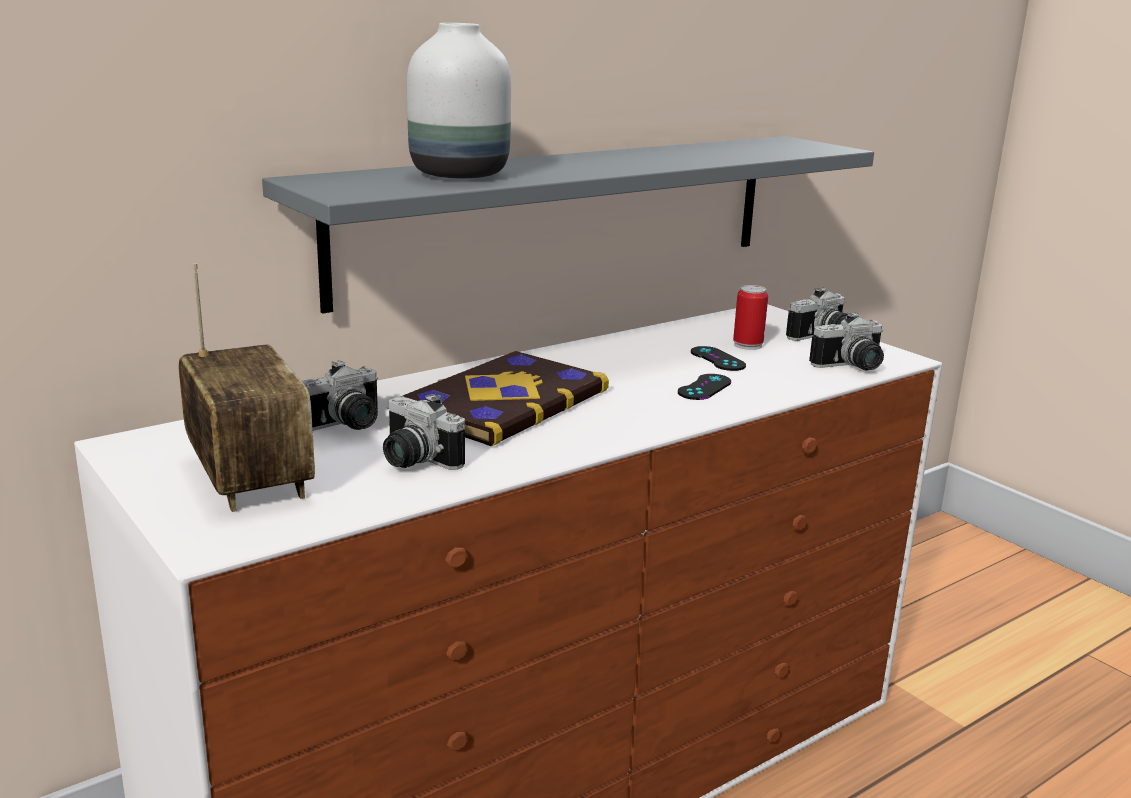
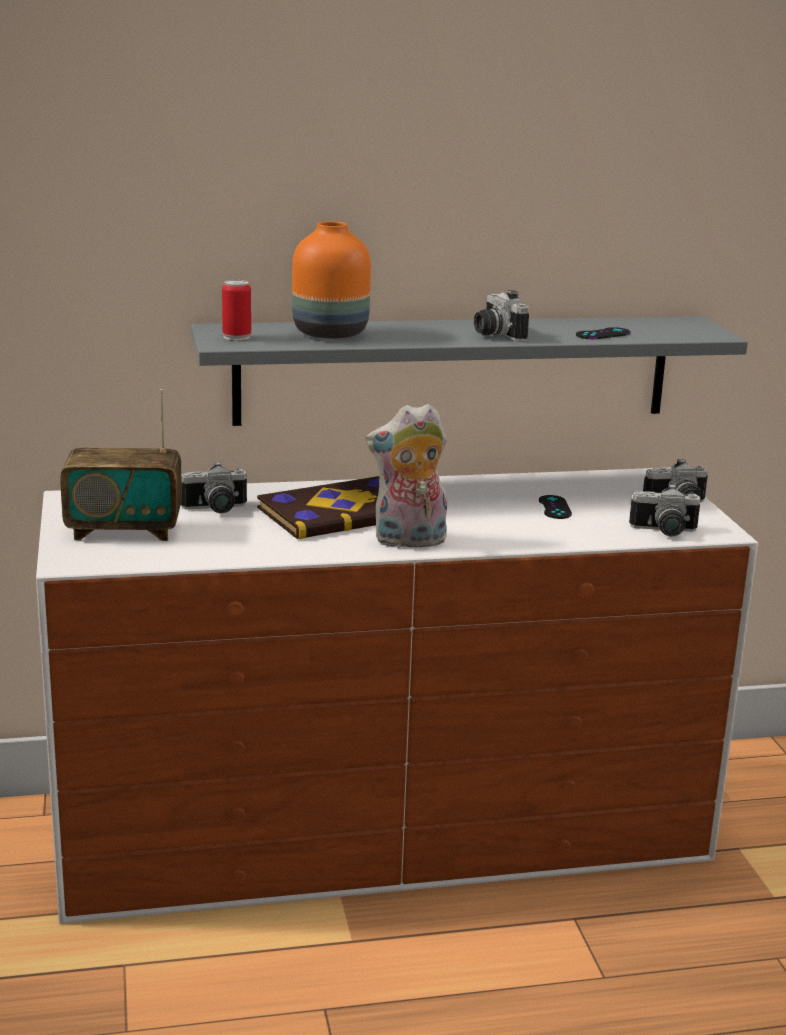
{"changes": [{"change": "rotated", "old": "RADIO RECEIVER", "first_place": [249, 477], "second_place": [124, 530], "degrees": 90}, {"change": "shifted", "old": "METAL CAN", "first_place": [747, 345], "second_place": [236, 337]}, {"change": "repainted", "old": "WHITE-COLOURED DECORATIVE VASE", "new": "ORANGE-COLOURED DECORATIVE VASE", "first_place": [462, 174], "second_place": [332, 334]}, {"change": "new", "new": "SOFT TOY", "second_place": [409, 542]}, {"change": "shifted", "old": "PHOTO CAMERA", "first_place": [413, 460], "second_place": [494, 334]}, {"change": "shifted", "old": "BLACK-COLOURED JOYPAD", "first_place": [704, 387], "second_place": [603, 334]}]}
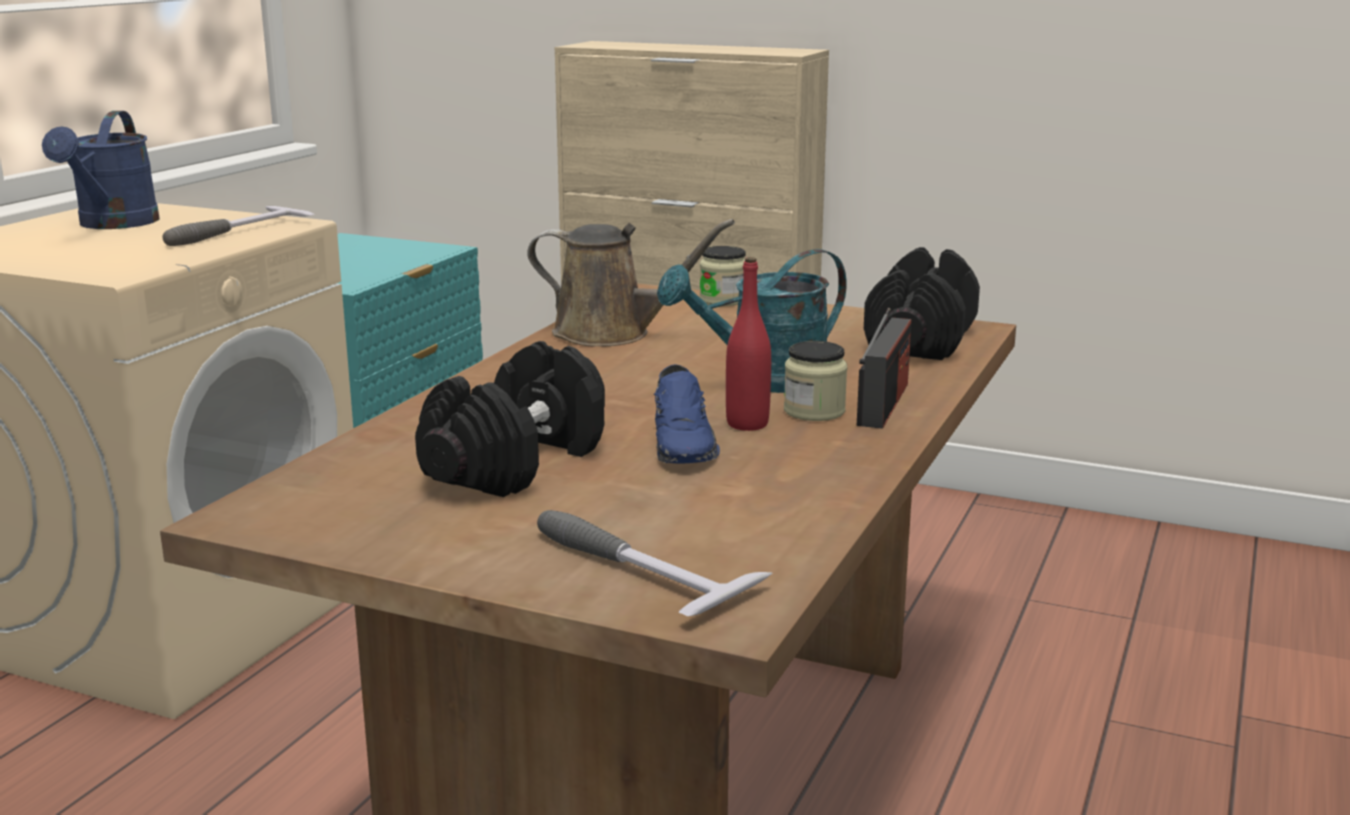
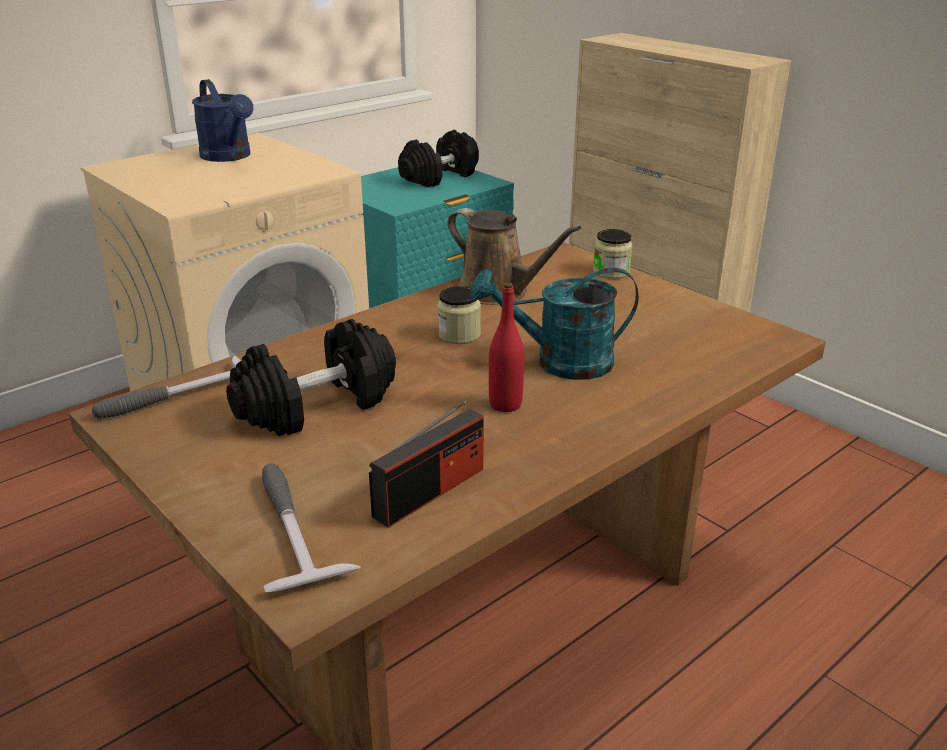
{"changes": [{"change": "shifted", "old": "HAND HAMMER", "first_place": [231, 232], "second_place": [174, 396]}, {"change": "rotated", "old": "BLUE SPRINKLING CAN", "first_place": [113, 224], "second_place": [229, 157], "degrees": -60}, {"change": "shifted", "old": "RADIO RECEIVER", "first_place": [883, 404], "second_place": [430, 492]}, {"change": "shifted", "old": "BLACK-COLOURED HAND WEIGHT", "first_place": [921, 340], "second_place": [439, 177]}, {"change": "shifted", "old": "JAR", "first_place": [814, 411], "second_place": [459, 335]}, {"change": "gone", "old": "BLUE LOW SHOE", "first_place": [685, 445]}]}
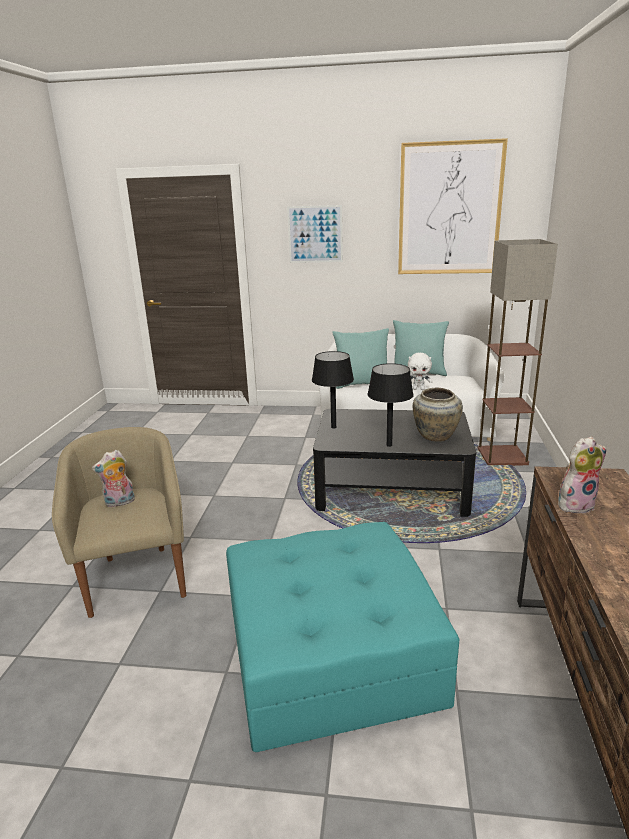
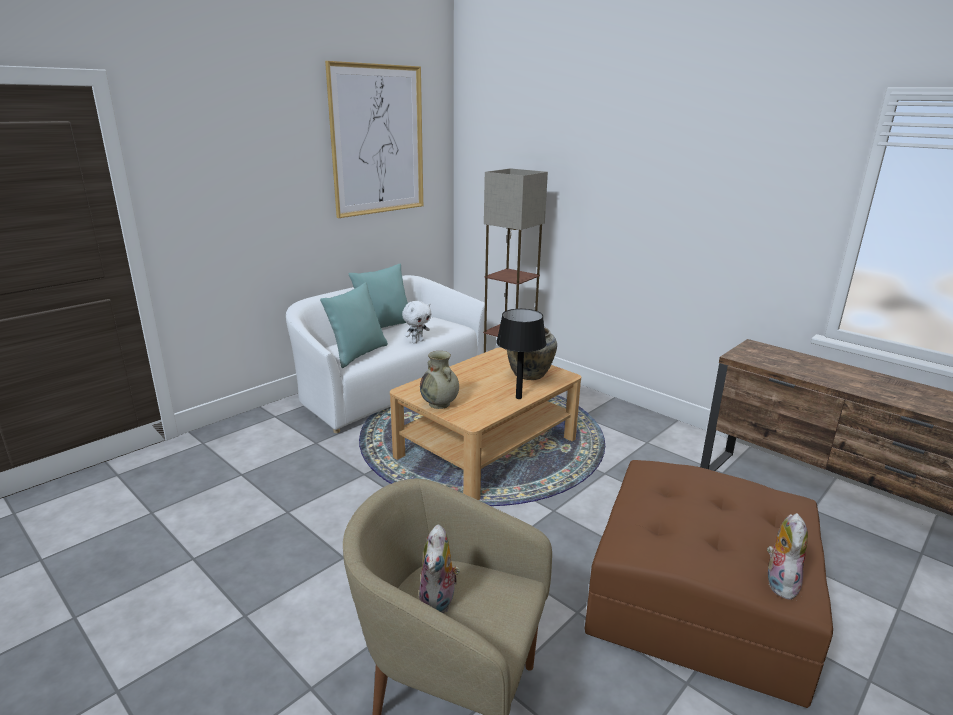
{"changes": [{"change": "repainted", "old": "BLACK-COLOURED COFFEE TABLE", "new": "BEIGE-COLOURED COFFEE TABLE", "first_place": [392, 487], "second_place": [486, 447]}, {"change": "swapped", "old": "BLACK-COLOURED TABLETOP LAMP", "new": "BEIGE-COLOURED DECORATIVE VASE", "first_place": [333, 427], "second_place": [440, 404]}, {"change": "repainted", "old": "BLUE-GREEN POUFFE", "new": "BROWN POUFFE", "first_place": [329, 652], "second_place": [699, 598]}, {"change": "shifted", "old": "SOFT TOY", "first_place": [575, 504], "second_place": [779, 582]}, {"change": "gone", "old": "WALL ART", "first_place": [315, 234]}]}
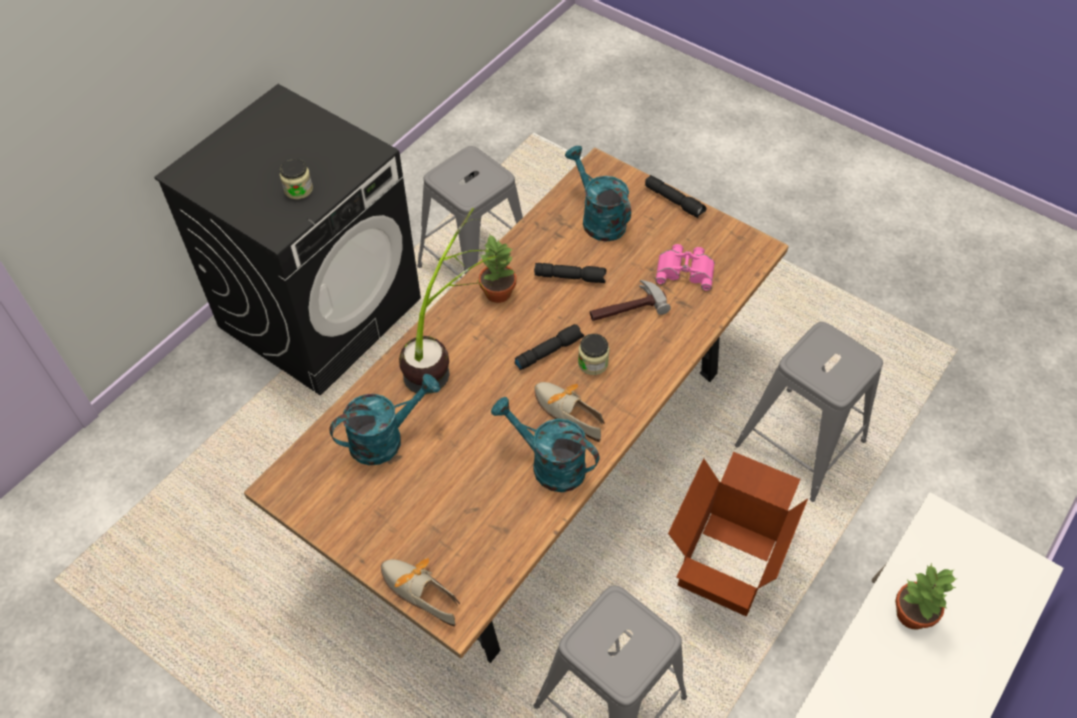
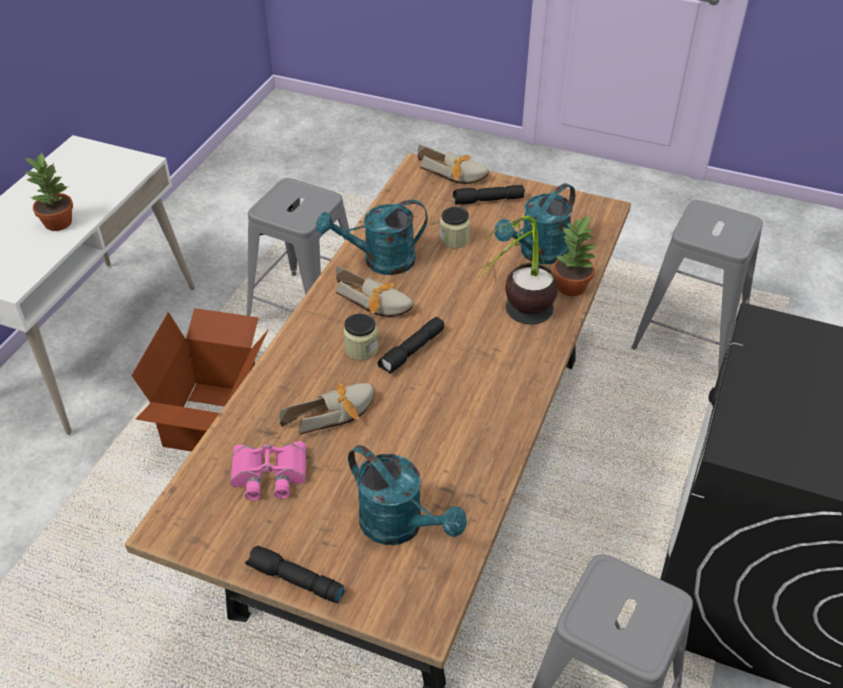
{"changes": [{"change": "swapped", "old": "HAND HAMMER", "new": "LOW SHOE", "first_place": [626, 307], "second_place": [336, 413]}, {"change": "rotated", "old": "BLUE-GREEN SPRINKLING CAN", "first_place": [549, 464], "second_place": [380, 261], "degrees": 150}, {"change": "shifted", "old": "JAR", "first_place": [298, 189], "second_place": [454, 239]}, {"change": "shifted", "old": "BLACK-COLOURED TORCH", "first_place": [570, 277], "second_place": [487, 201]}, {"change": "shifted", "old": "HOUSEPLANT", "first_place": [497, 292], "second_place": [572, 287]}, {"change": "shifted", "old": "GRAY SITTING STOOL", "first_place": [800, 442], "second_place": [689, 336]}]}
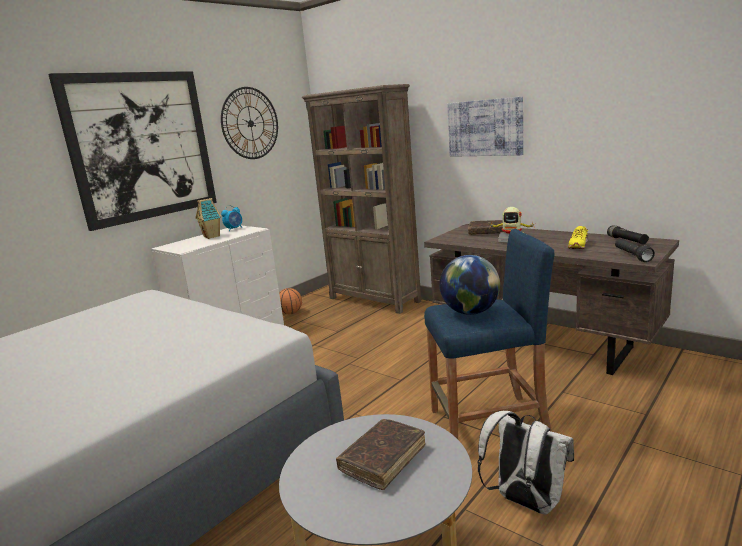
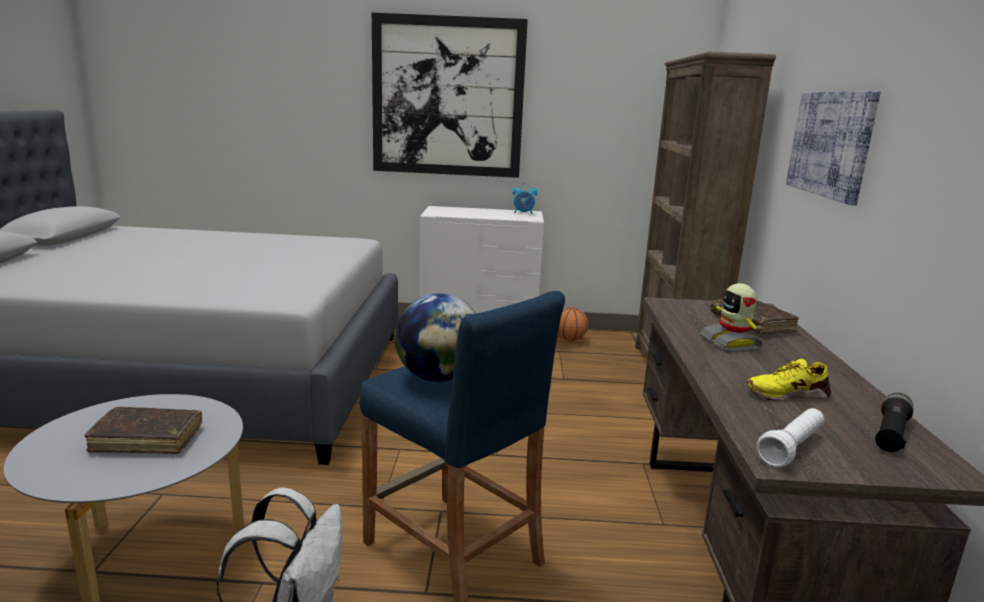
{"changes": [{"change": "repainted", "old": "BLACK-COLOURED TORCH", "new": "WHITE-COLOURED TORCH", "first_place": [632, 256], "second_place": [791, 448]}, {"change": "gone", "old": "TOY HOUSE", "first_place": [212, 236]}, {"change": "gone", "old": "HANGING CLOCK", "first_place": [250, 123]}]}
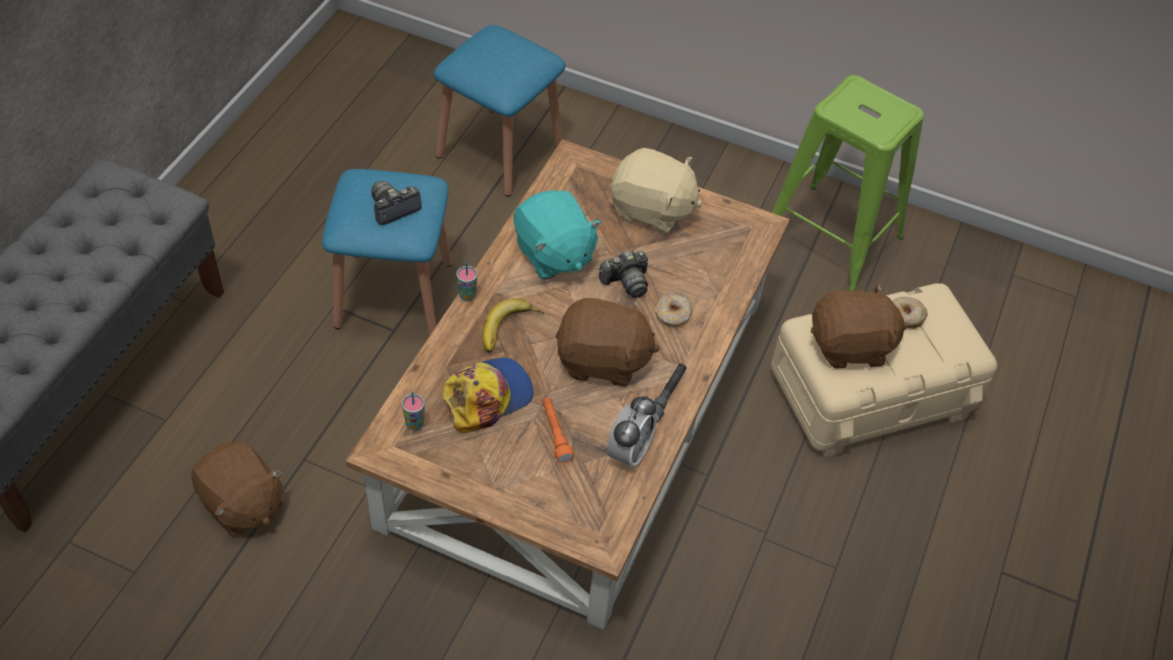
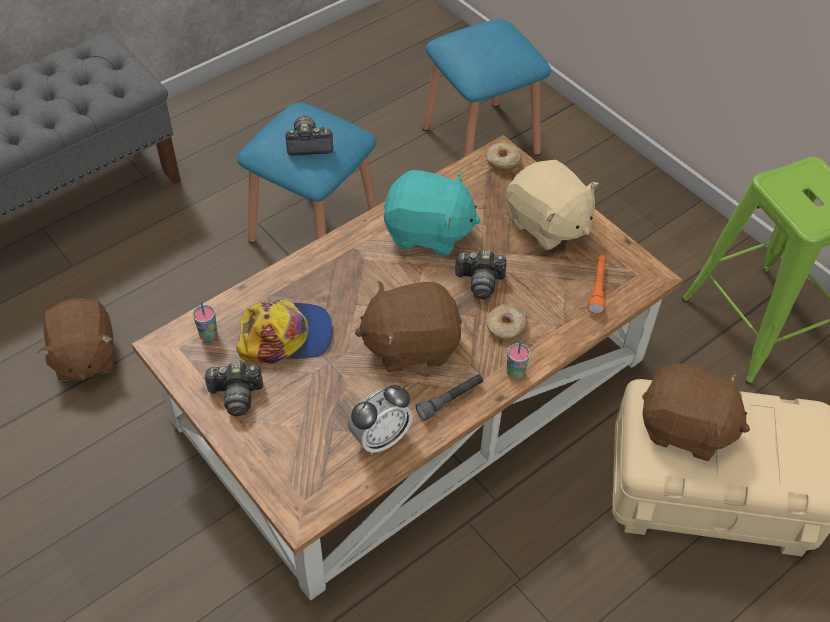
{"changes": [{"change": "new", "new": "PHOTO CAMERA", "second_place": [236, 395]}, {"change": "rotated", "old": "BROWN SOFT TOY", "first_place": [602, 361], "second_place": [410, 344], "degrees": 135}, {"change": "rotated", "old": "BLUE-GREEN SOFT TOY", "first_place": [553, 254], "second_place": [428, 232], "degrees": -75}, {"change": "shifted", "old": "RING DOUGHNUT", "first_place": [905, 317], "second_place": [503, 162]}, {"change": "shifted", "old": "CUP", "first_place": [467, 295], "second_place": [515, 373]}, {"change": "shifted", "old": "ORANGE-COLOURED TORCH", "first_place": [555, 433], "second_place": [597, 288]}, {"change": "gone", "old": "BANANA FRUIT", "first_place": [510, 330]}]}
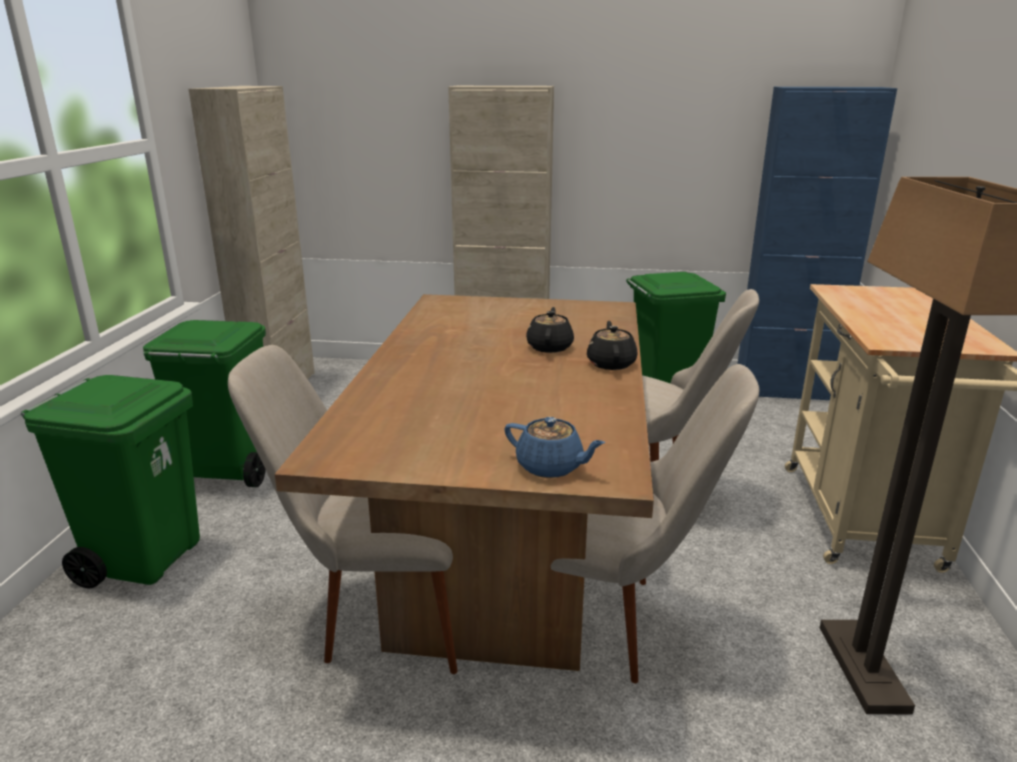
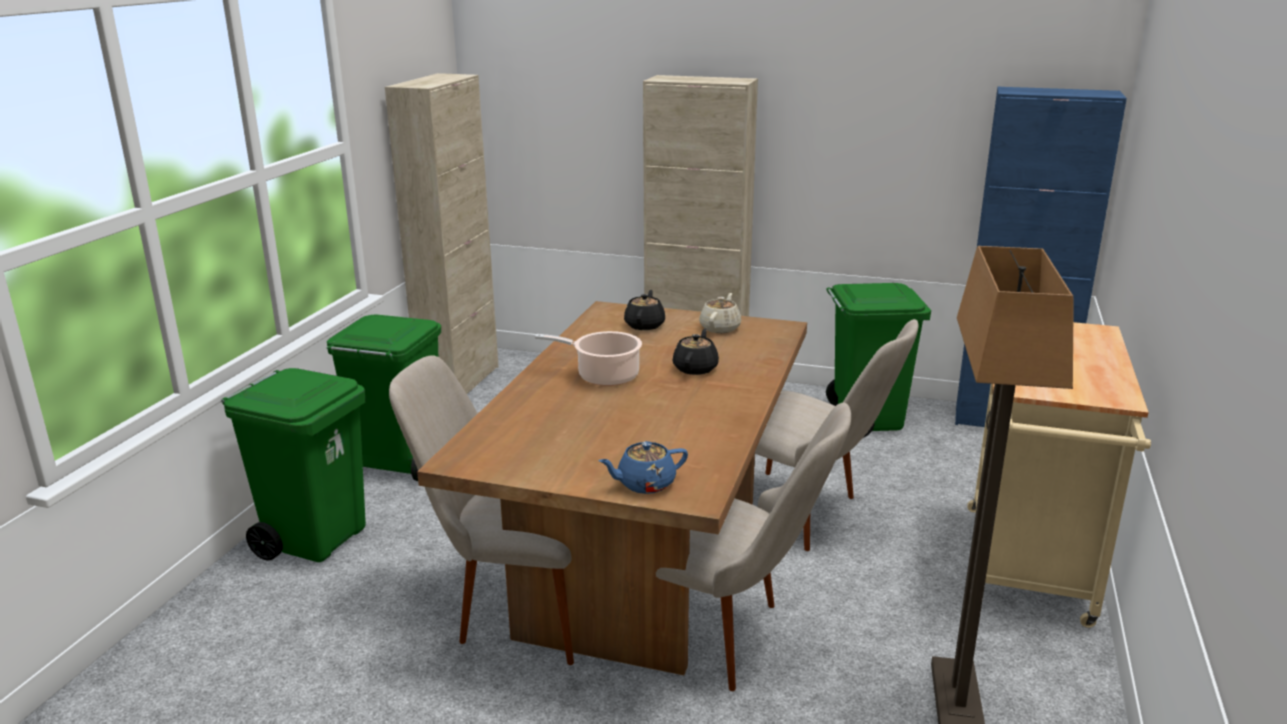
{"changes": [{"change": "new", "new": "SAUCEPOT", "second_place": [603, 376]}, {"change": "rotated", "old": "BLUE TEAPOT", "first_place": [551, 467], "second_place": [645, 484], "degrees": 120}, {"change": "shifted", "old": "BLACK-COLOURED TEAPOT", "first_place": [611, 363], "second_place": [645, 325]}, {"change": "new", "new": "BEIGE-COLOURED TEAPOT", "second_place": [720, 328]}]}
